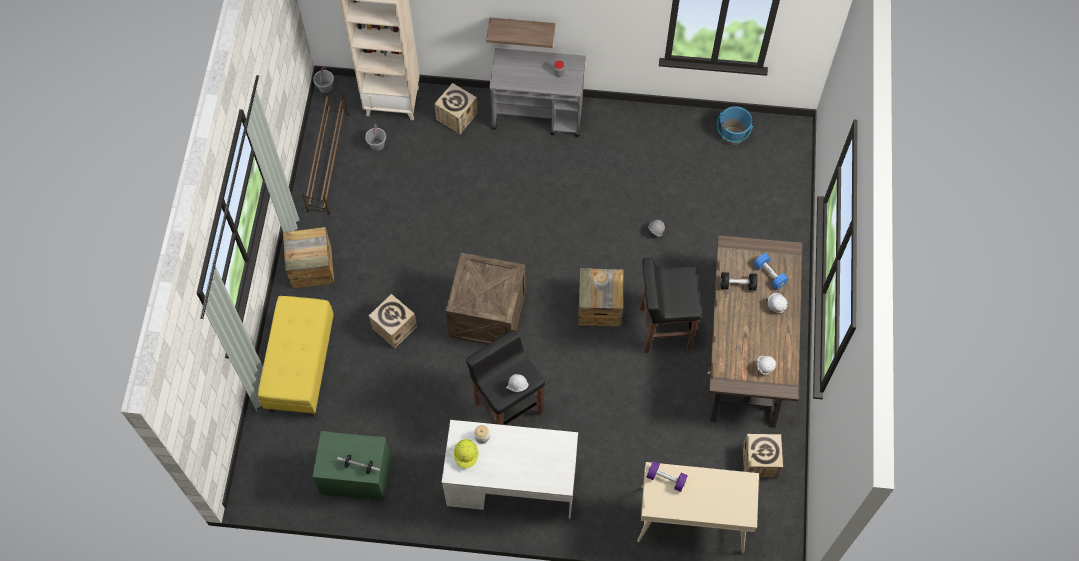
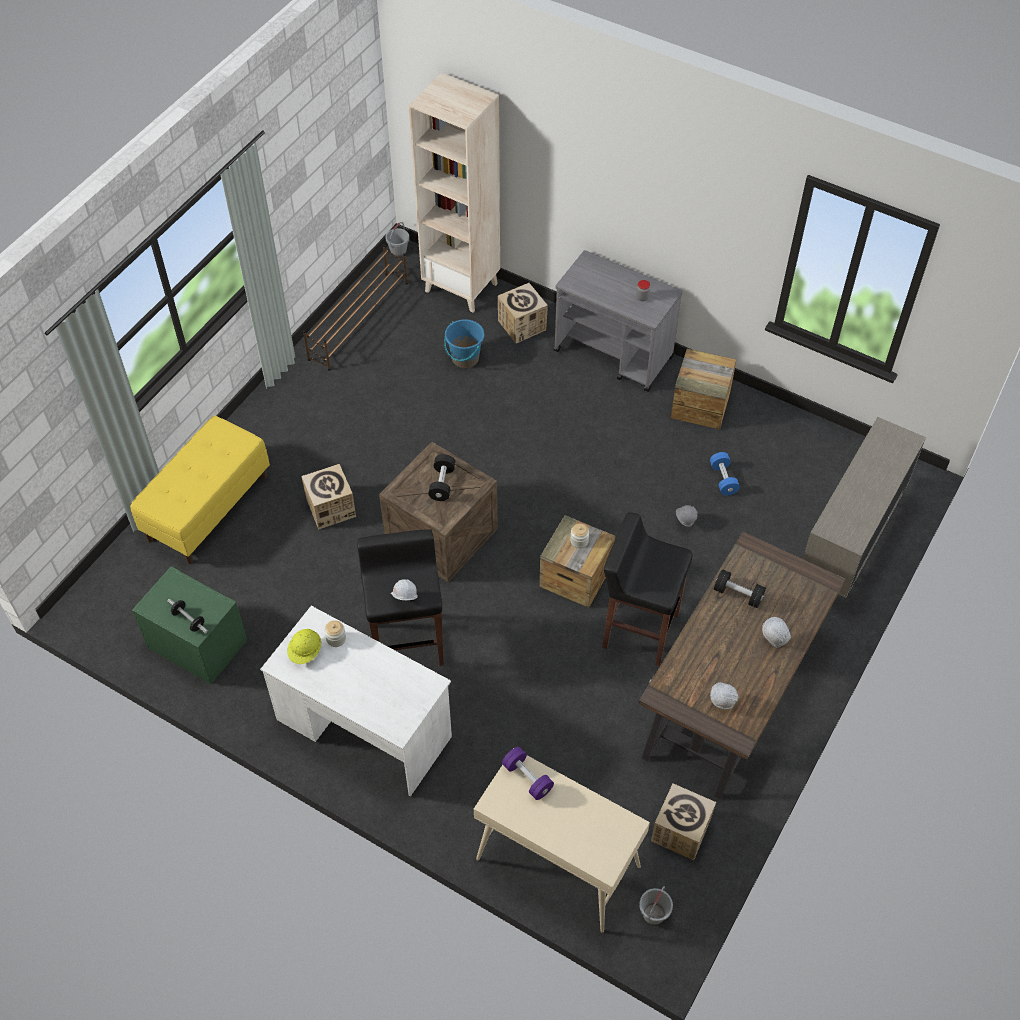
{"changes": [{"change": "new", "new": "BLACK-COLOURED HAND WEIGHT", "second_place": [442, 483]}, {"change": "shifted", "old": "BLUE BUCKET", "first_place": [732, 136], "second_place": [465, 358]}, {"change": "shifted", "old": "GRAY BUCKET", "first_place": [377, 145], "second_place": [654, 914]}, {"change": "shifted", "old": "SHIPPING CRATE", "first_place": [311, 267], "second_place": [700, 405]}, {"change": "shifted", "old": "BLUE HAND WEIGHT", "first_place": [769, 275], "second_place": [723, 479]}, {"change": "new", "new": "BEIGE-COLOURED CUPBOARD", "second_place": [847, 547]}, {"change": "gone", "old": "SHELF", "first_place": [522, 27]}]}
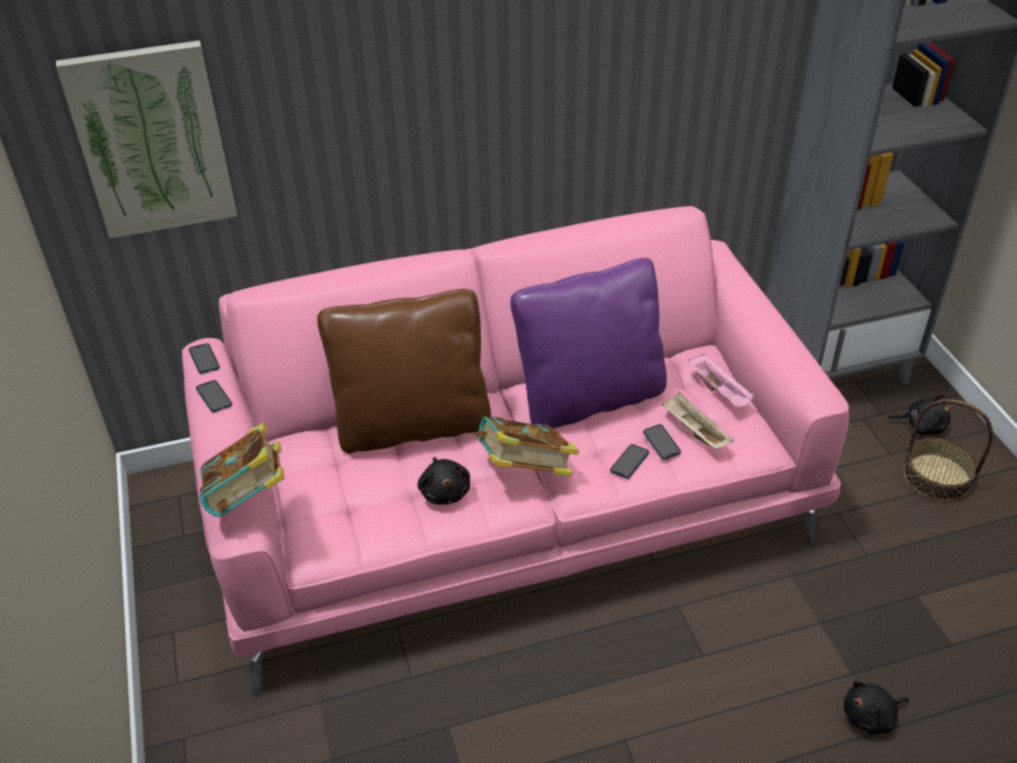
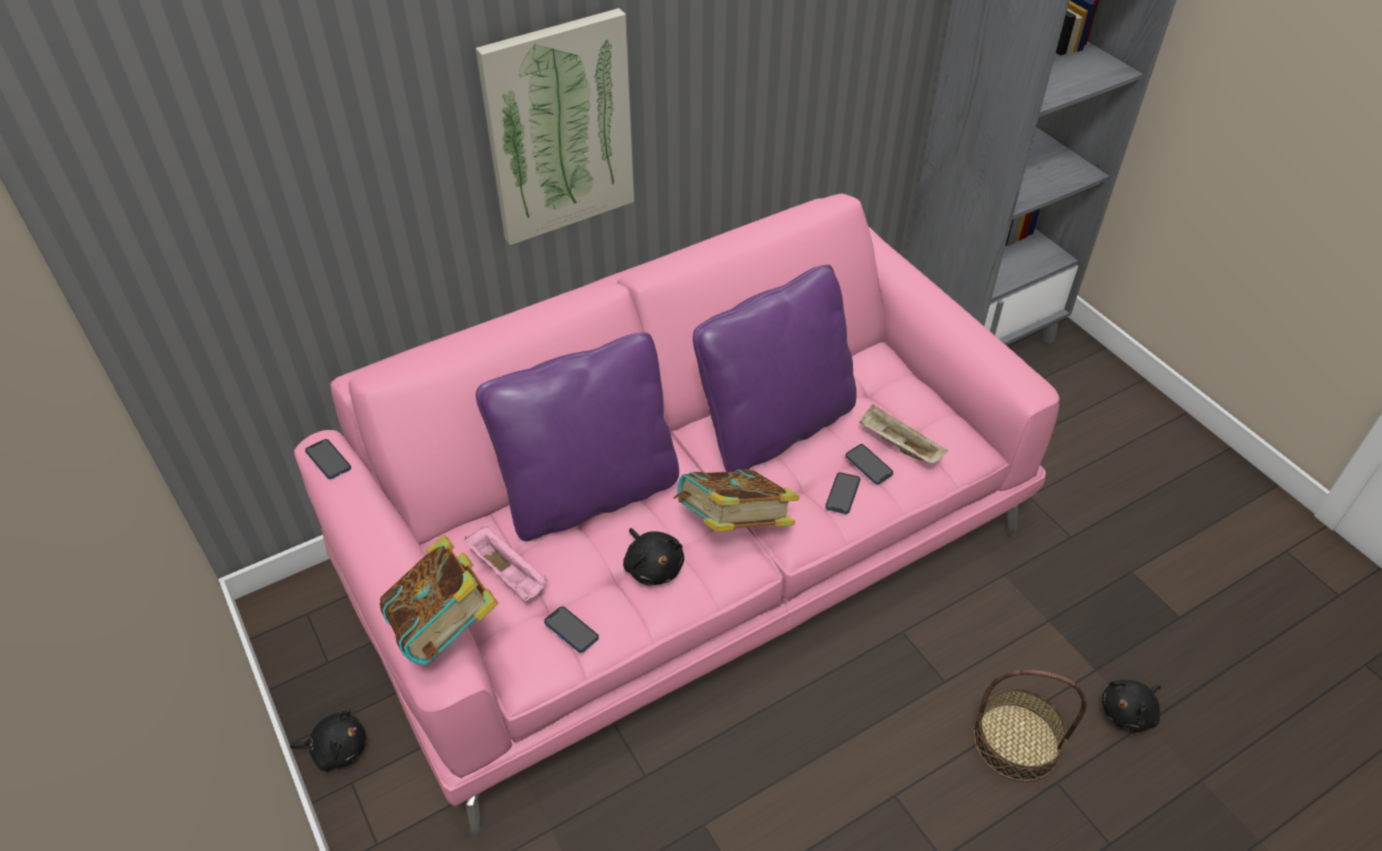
{"changes": [{"change": "shifted", "old": "BLACK-COLOURED SOFT TOY", "first_place": [921, 426], "second_place": [337, 749]}, {"change": "shifted", "old": "PINKISH CARRYING TRAY", "first_place": [720, 391], "second_place": [509, 573]}, {"change": "shifted", "old": "WALL ART", "first_place": [152, 140], "second_place": [559, 128]}, {"change": "repainted", "old": "BROWN PILLOW", "new": "PURPLE PILLOW", "first_place": [412, 425], "second_place": [589, 493]}, {"change": "shifted", "old": "HANDSET", "first_place": [214, 397], "second_place": [571, 630]}, {"change": "shifted", "old": "BASKET", "first_place": [937, 477], "second_place": [1016, 741]}]}
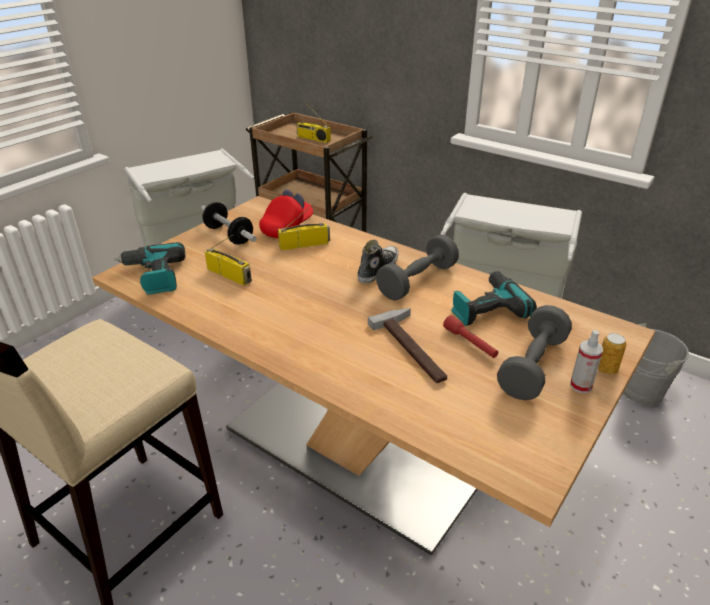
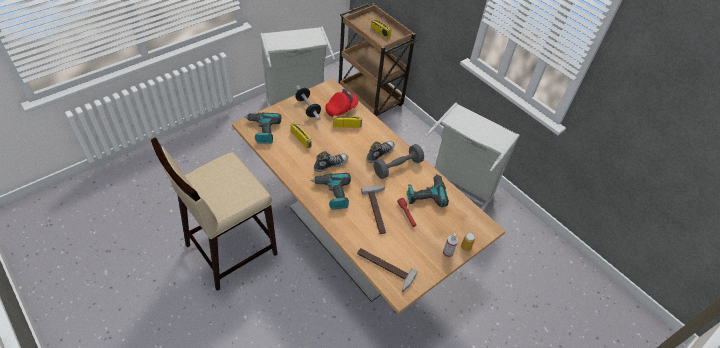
{"changes": [{"change": "new", "new": "POWER DRILL", "second_place": [332, 194]}, {"change": "new", "new": "LOW SHOE", "second_place": [330, 164]}, {"change": "new", "new": "HAND HAMMER", "second_place": [383, 268]}, {"change": "gone", "old": "GRAY HAND WEIGHT", "first_place": [532, 367]}, {"change": "gone", "old": "GRAY BUCKET", "first_place": [636, 392]}]}
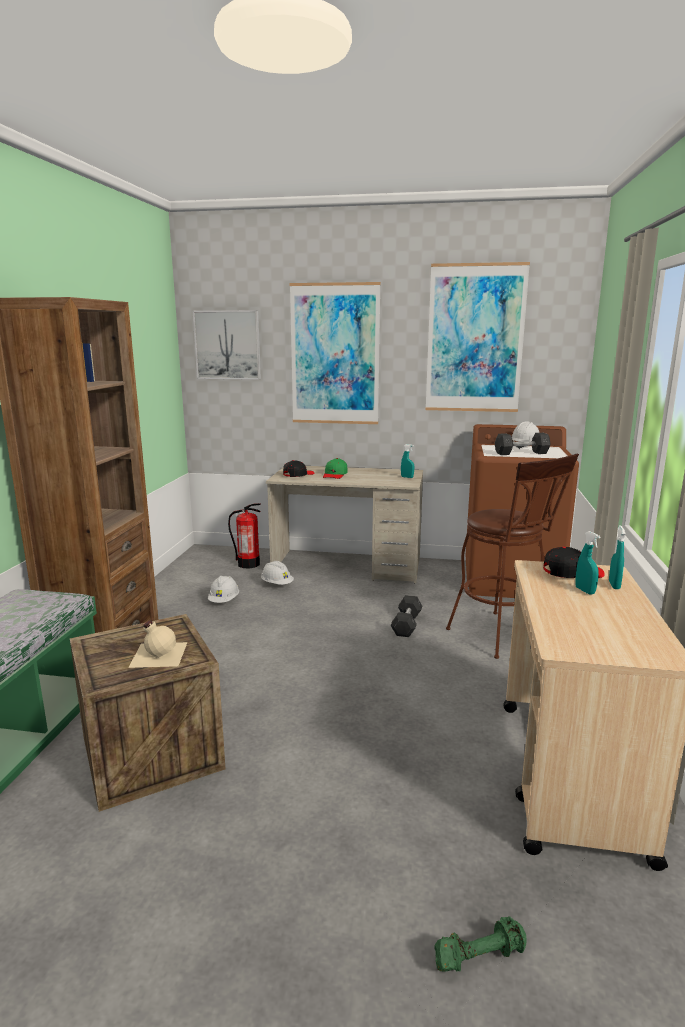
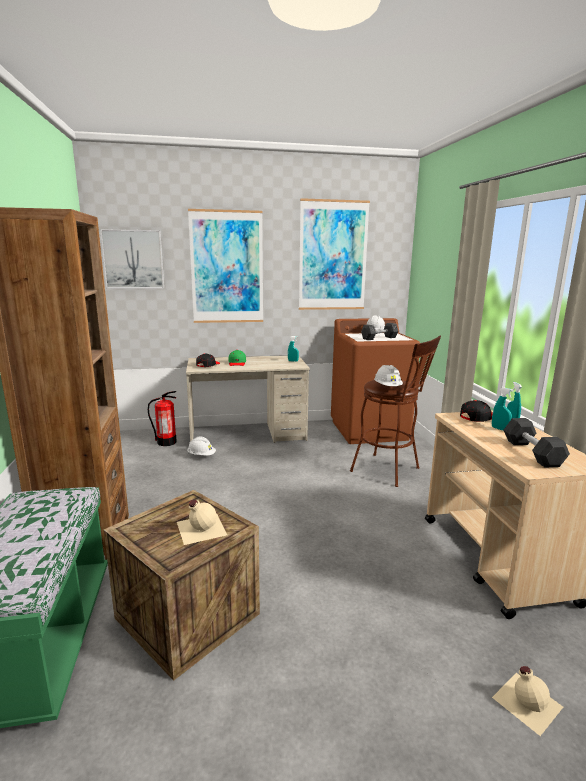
{"changes": [{"change": "shifted", "old": "WHITE-COLOURED WORK HELMET", "first_place": [224, 601], "second_place": [387, 387]}, {"change": "swapped", "old": "GREEN HAND WEIGHT", "new": "BEIGE-COLOURED BEVERAGE BOTTLE", "first_place": [478, 956], "second_place": [527, 701]}, {"change": "shifted", "old": "GRAY HAND WEIGHT", "first_place": [406, 624], "second_place": [532, 453]}]}
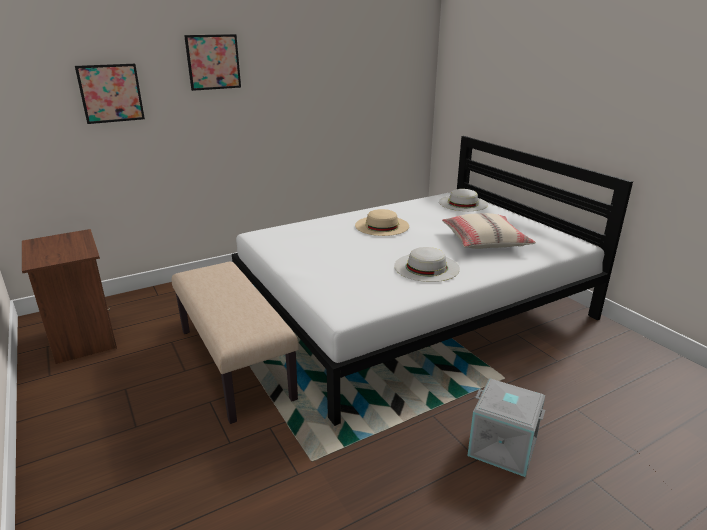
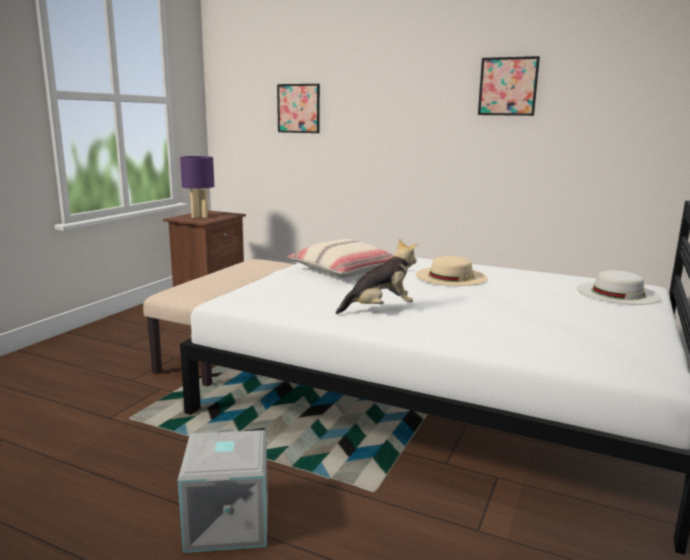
{"changes": [{"change": "new", "new": "PURPLE TABLETOP LAMP", "second_place": [199, 216]}, {"change": "shifted", "old": "BEIGE-COLOURED PILLOW", "first_place": [485, 241], "second_place": [344, 271]}, {"change": "swapped", "old": "WHITE-COLOURED WEARABLE HAT", "new": "SOFT TOY", "first_place": [426, 267], "second_place": [379, 309]}, {"change": "shifted", "old": "WALL ART", "first_place": [213, 62], "second_place": [508, 86]}]}
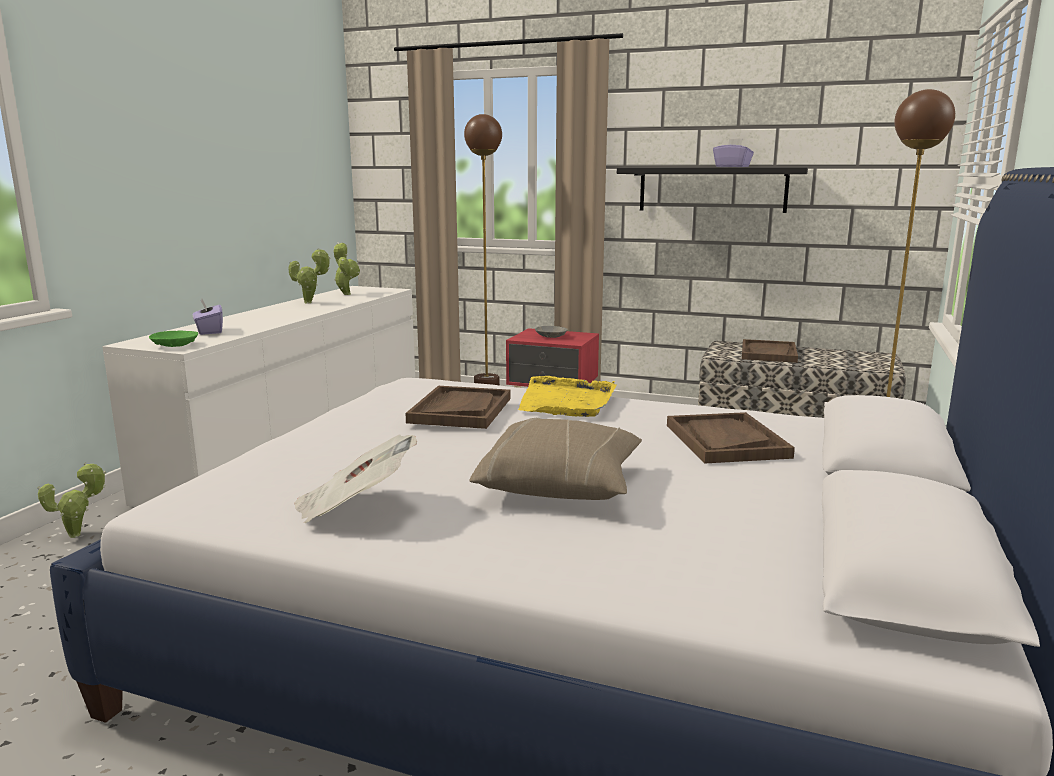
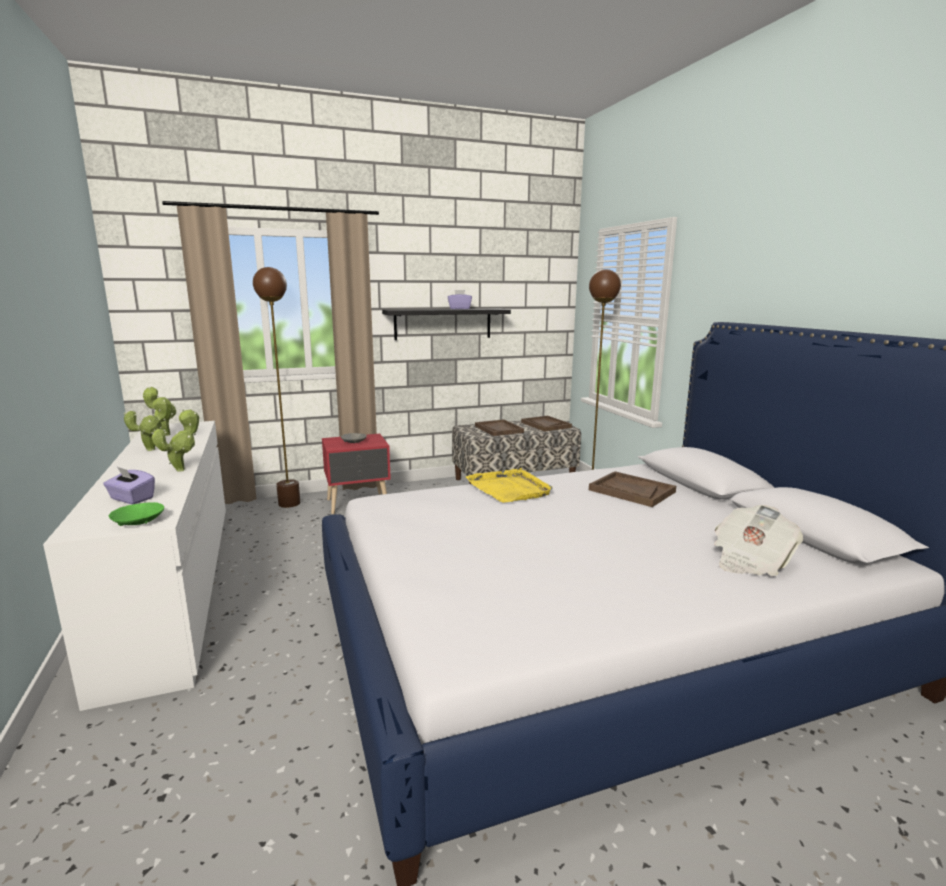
{"changes": [{"change": "shifted", "old": "HOUSEPLANT", "first_place": [79, 534], "second_place": [183, 469]}, {"change": "shifted", "old": "BROWN CARRYING TRAY", "first_place": [460, 410], "second_place": [545, 425]}, {"change": "shifted", "old": "DAILY PAPER", "first_place": [354, 508], "second_place": [750, 560]}, {"change": "gone", "old": "BEIGE-COLOURED PILLOW", "first_place": [560, 485]}]}
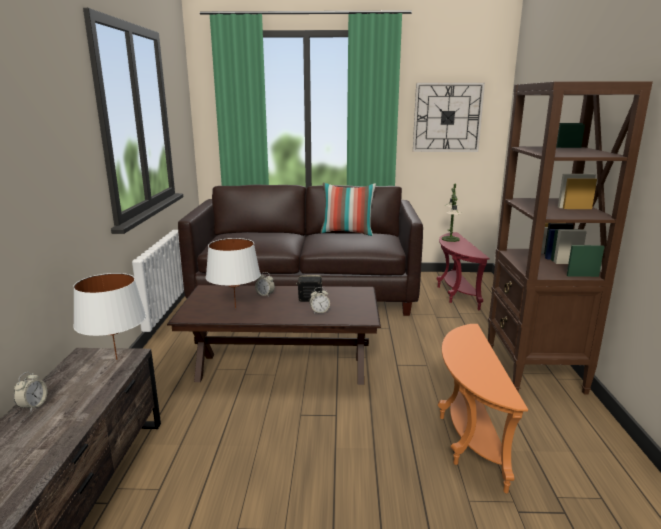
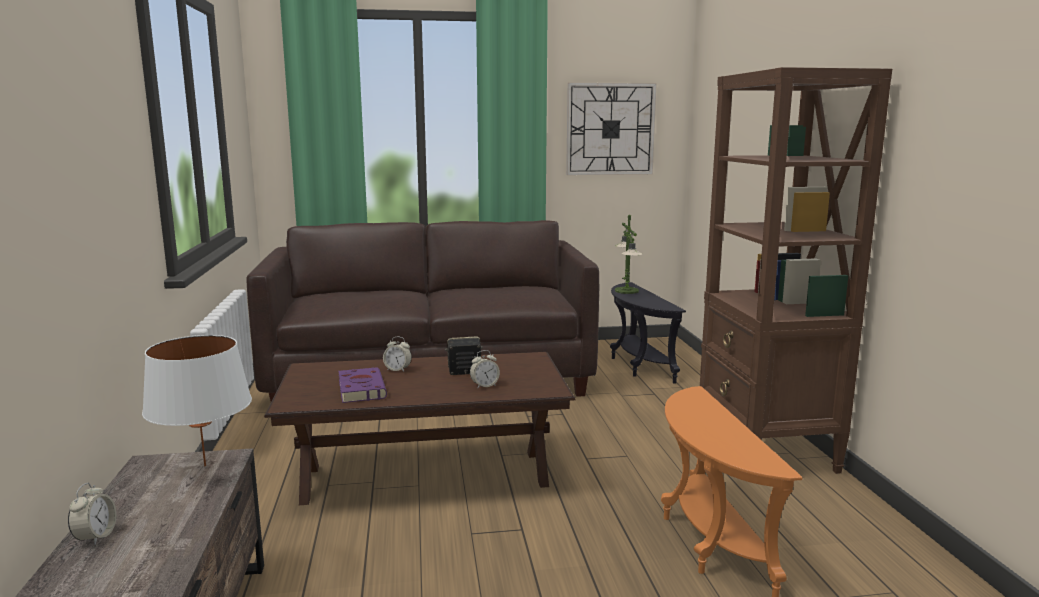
{"changes": [{"change": "swapped", "old": "WHITE-COLOURED TABLETOP LAMP", "new": "PURPLE BOOK", "first_place": [235, 308], "second_place": [361, 389]}, {"change": "repainted", "old": "REDDISH ACCENT TABLE", "new": "BLACK-COLOURED ACCENT TABLE", "first_place": [455, 294], "second_place": [638, 365]}, {"change": "gone", "old": "PILLOW", "first_place": [347, 233]}]}
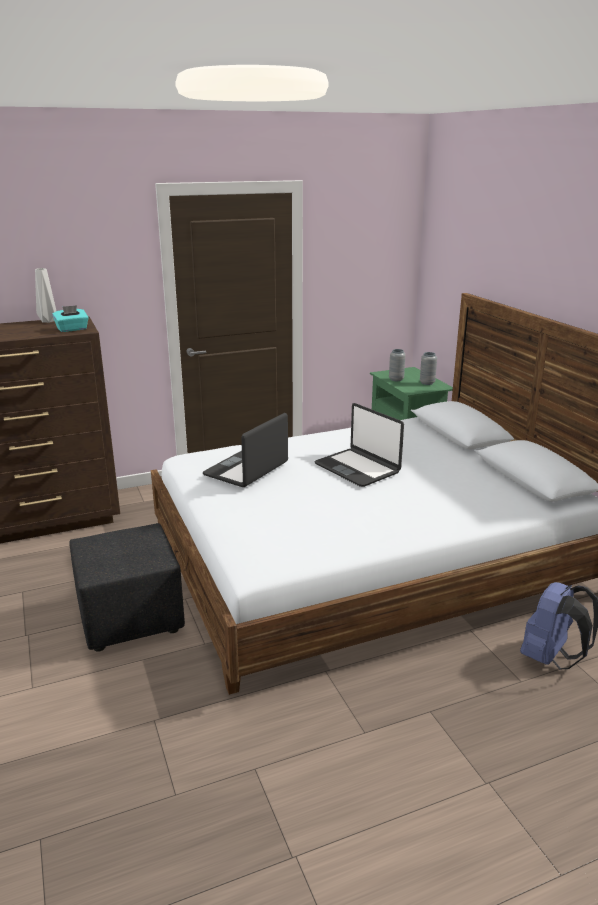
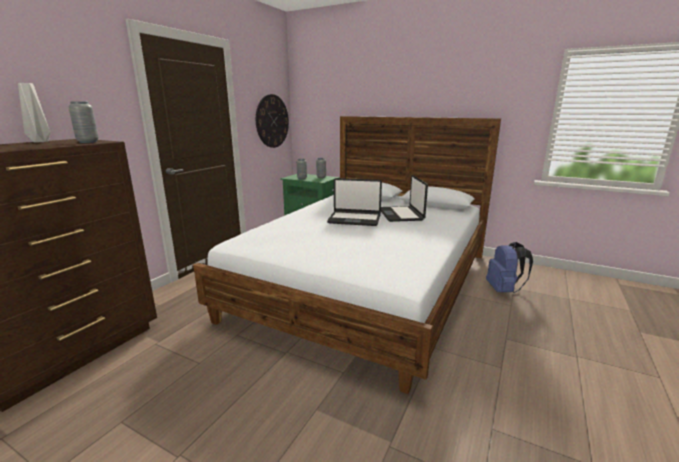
{"changes": [{"change": "swapped", "old": "BLUE-GREEN TISSUE BOX", "new": "GRAY DECORATIVE VASE", "first_place": [72, 329], "second_place": [88, 142]}, {"change": "new", "new": "HANGING CLOCK", "second_place": [272, 121]}, {"change": "shifted", "old": "LAPTOP", "first_place": [247, 469], "second_place": [401, 214]}, {"change": "gone", "old": "BLACK-COLOURED POUFFE", "first_place": [132, 618]}]}
